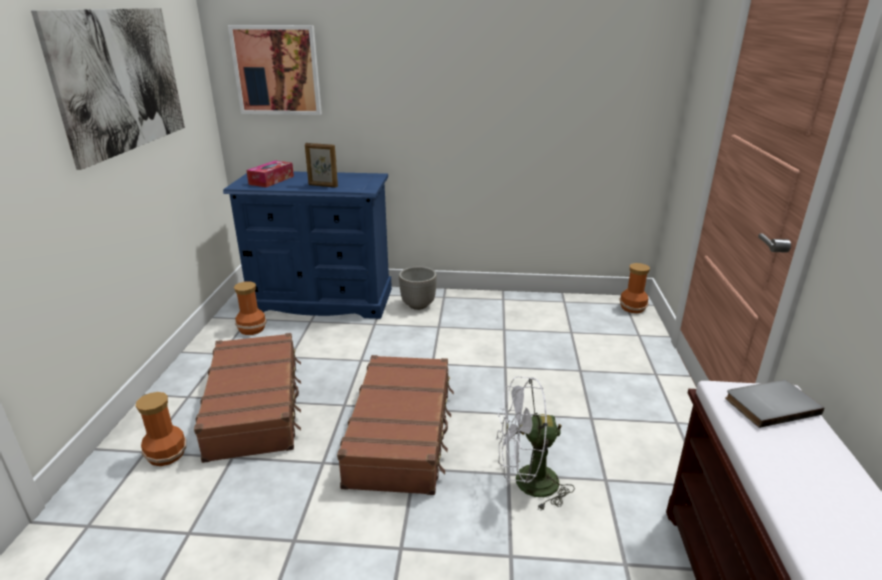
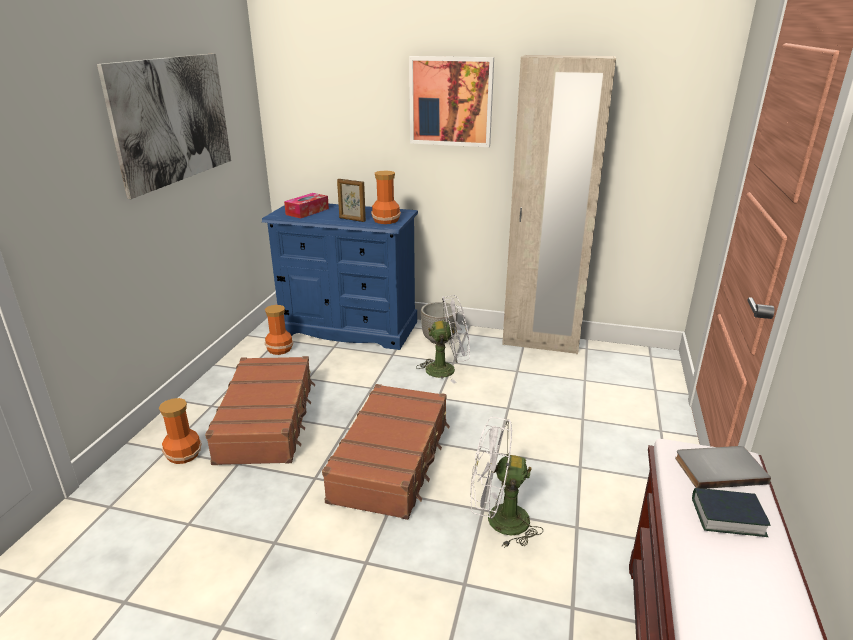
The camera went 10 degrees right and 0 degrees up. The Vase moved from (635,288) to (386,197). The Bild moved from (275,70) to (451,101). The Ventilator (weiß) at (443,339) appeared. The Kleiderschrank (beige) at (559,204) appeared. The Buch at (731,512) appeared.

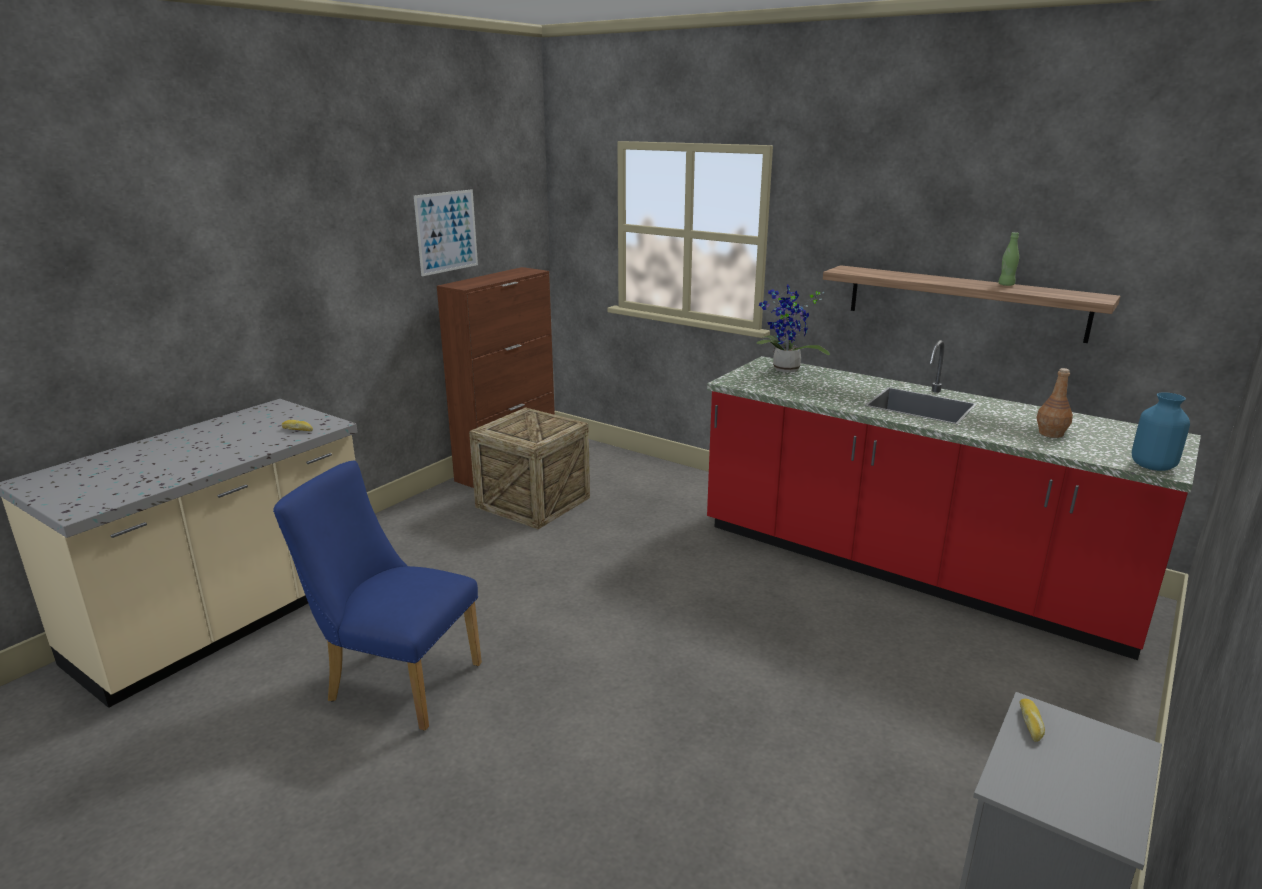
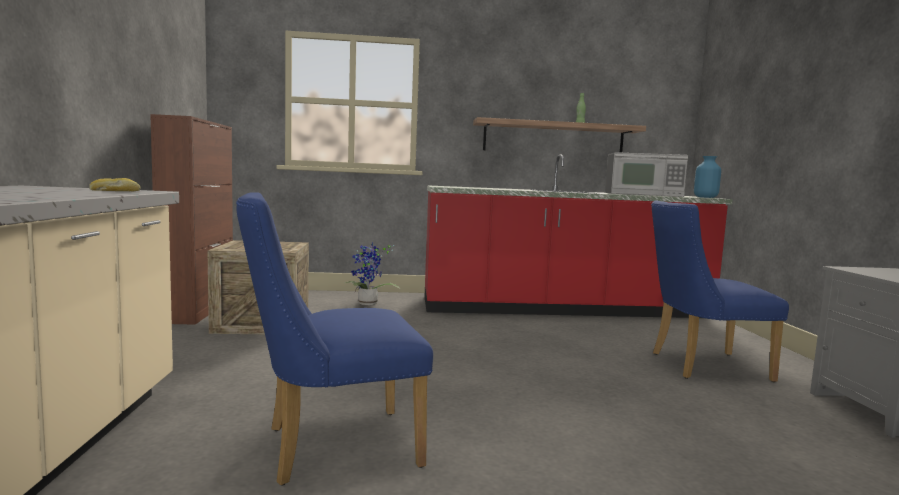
The camera went 40 degrees left and 15 degrees down. The Topfpflanze moved from (793,328) to (372,273). The Flasche (braun) at (1054,403) was replaced by the Mikrowelle at (646,174). The Stuhl (blau) at (720,291) appeared. The Bild at (446,232) disappeared. The Brot at (1032,720) disappeared.

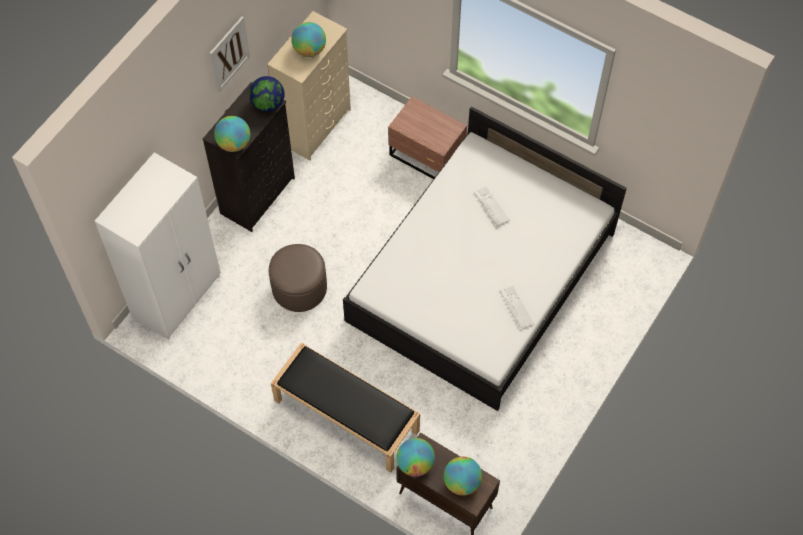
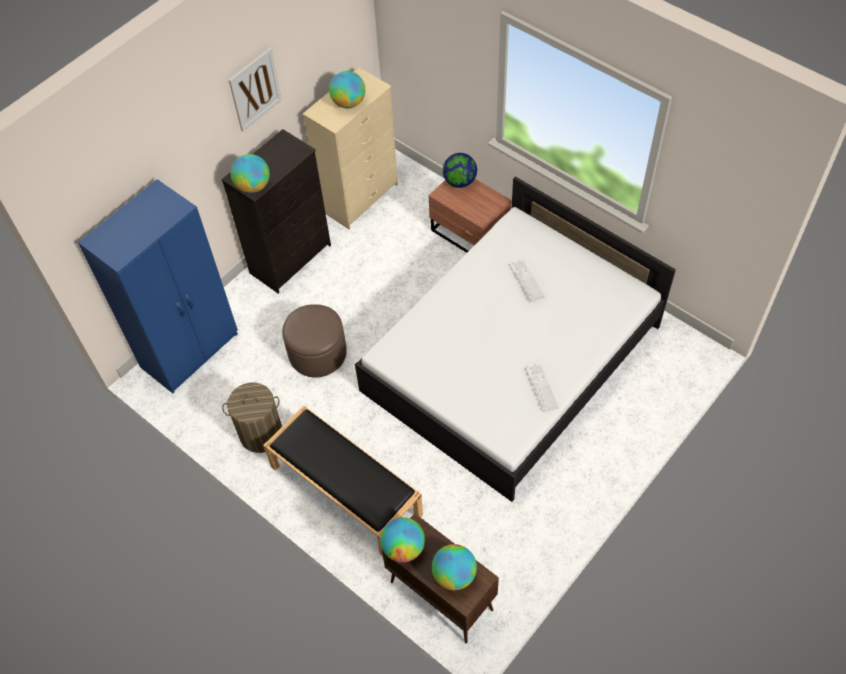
The camera went 10 degrees right and 5 degrees down. The Kleiderschrank (weiß) at (158,246) became the Kleiderschrank (blau) at (158,286). The Wäschekorb at (252,418) appeared. The Globus moved from (267,94) to (460,170).

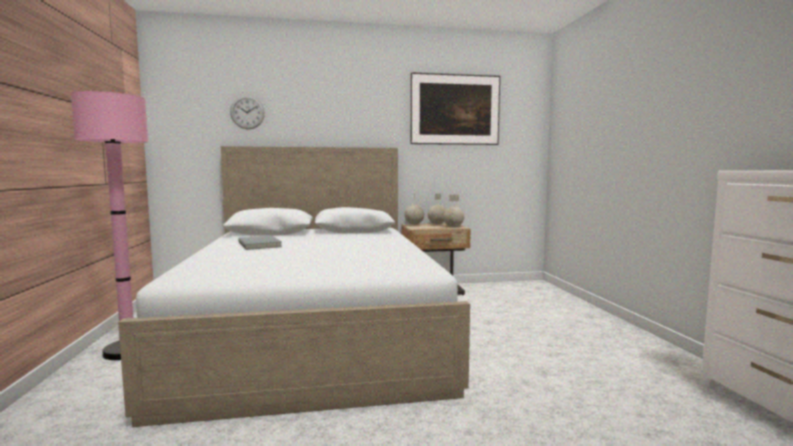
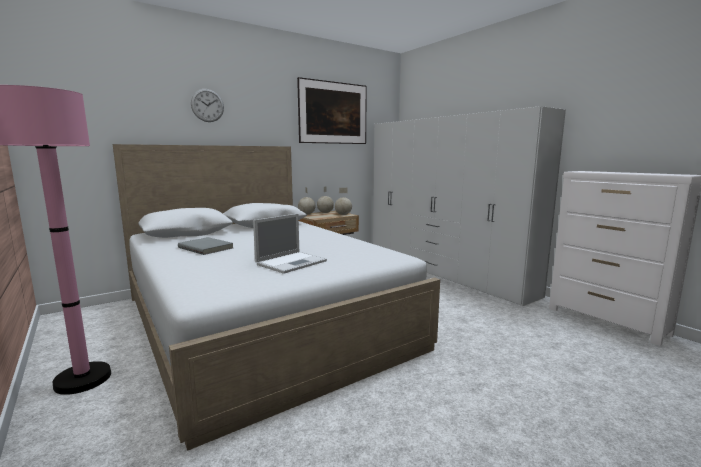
The camera went 25 degrees left and 5 degrees up. The Wanduhr moved from (247,112) to (207,105). The Laptop at (290,243) appeared. The Kleiderschrank (weiß) at (469,206) appeared.

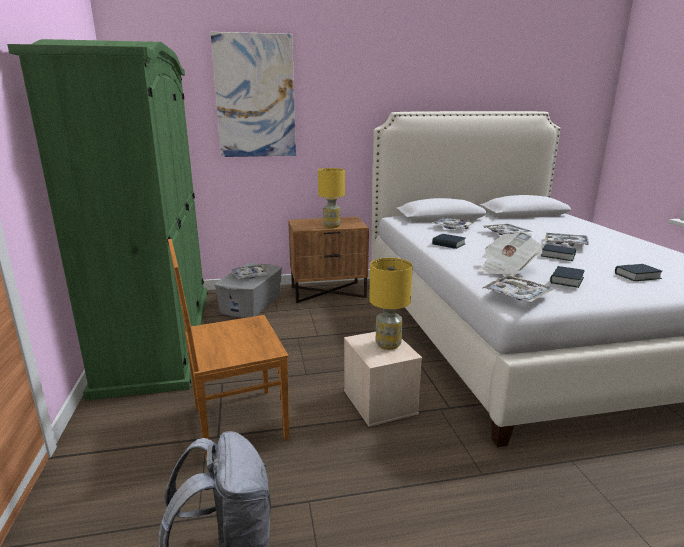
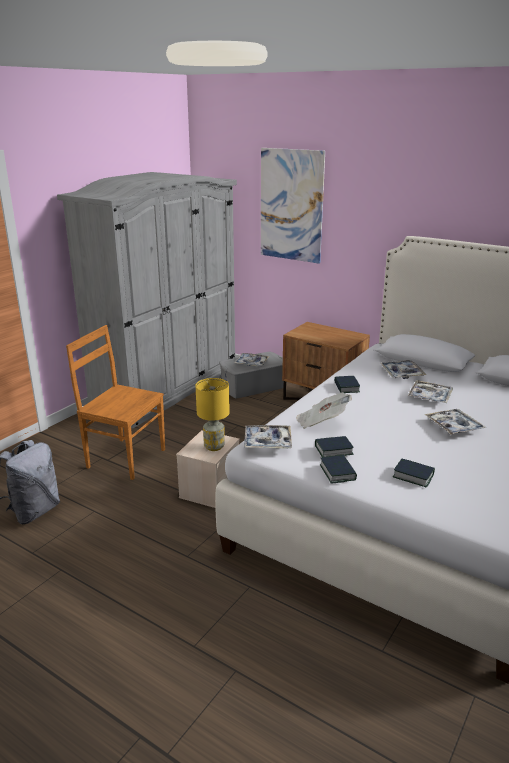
The camera went 45 degrees right and 5 degrees up. The Kleiderschrank (grün) at (107,220) became the Kleiderschrank (grau) at (147,300). The Buch moved from (558,252) to (338,469). The Tischlampe (gelb) at (331,198) disappeared.

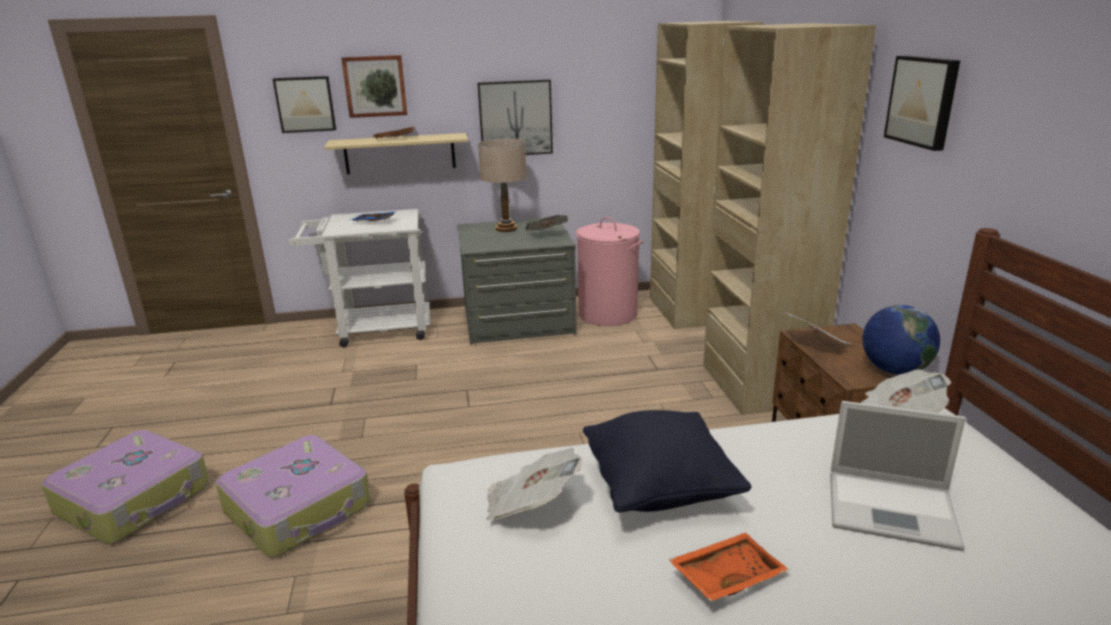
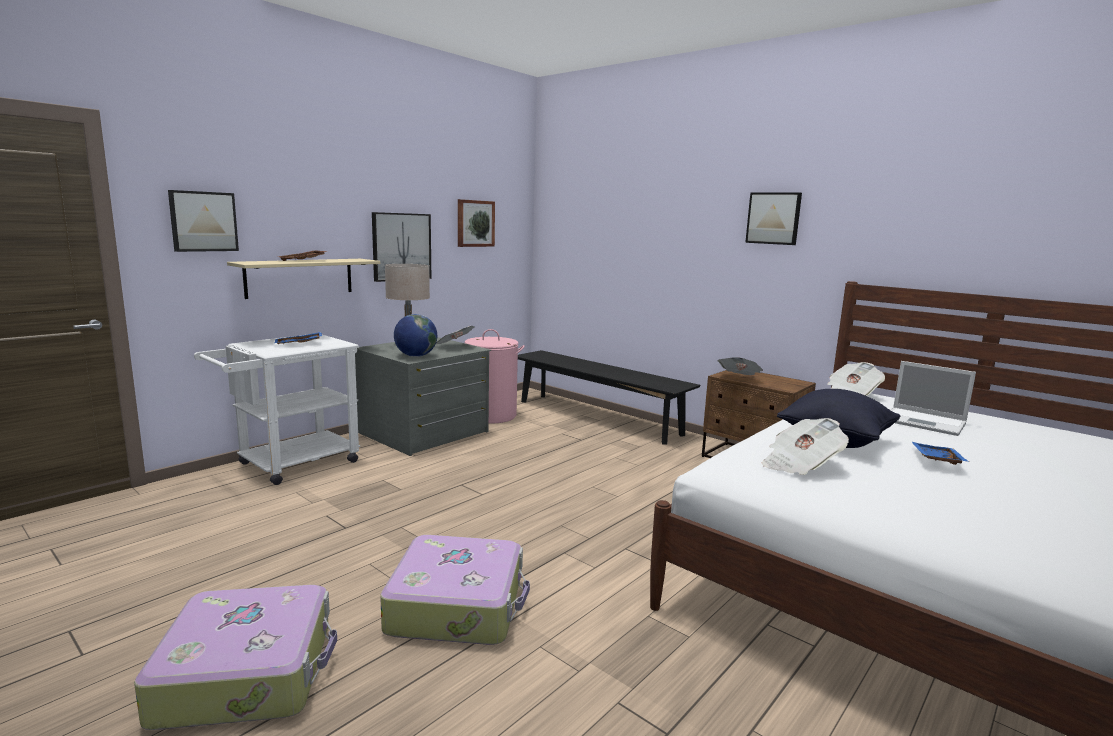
The camera went 40 degrees left and 10 degrees down. The Globus moved from (901,340) to (415,335). The Bild moved from (374,86) to (476,223). The Kleiderschrank (beige) at (763,218) was replaced by the Bank (schwarz) at (609,397). The Laptop at (898,476) turned 60 degrees clockwise. The Tablett (orange) at (729,567) became the Tablett (blau) at (940,453).

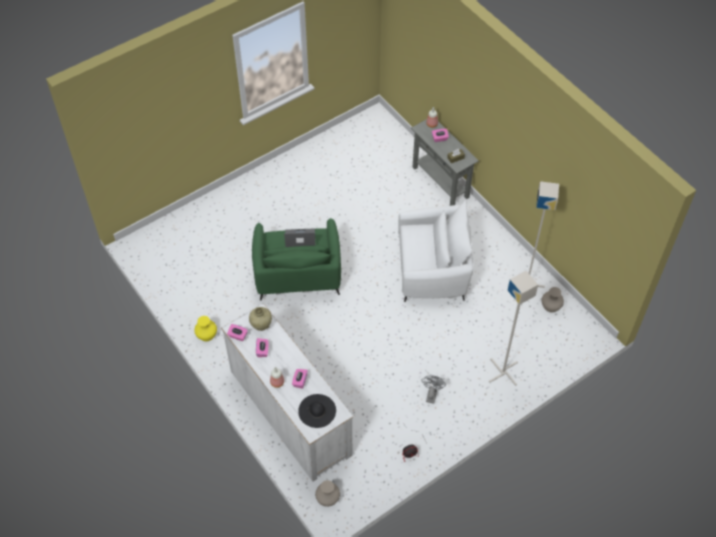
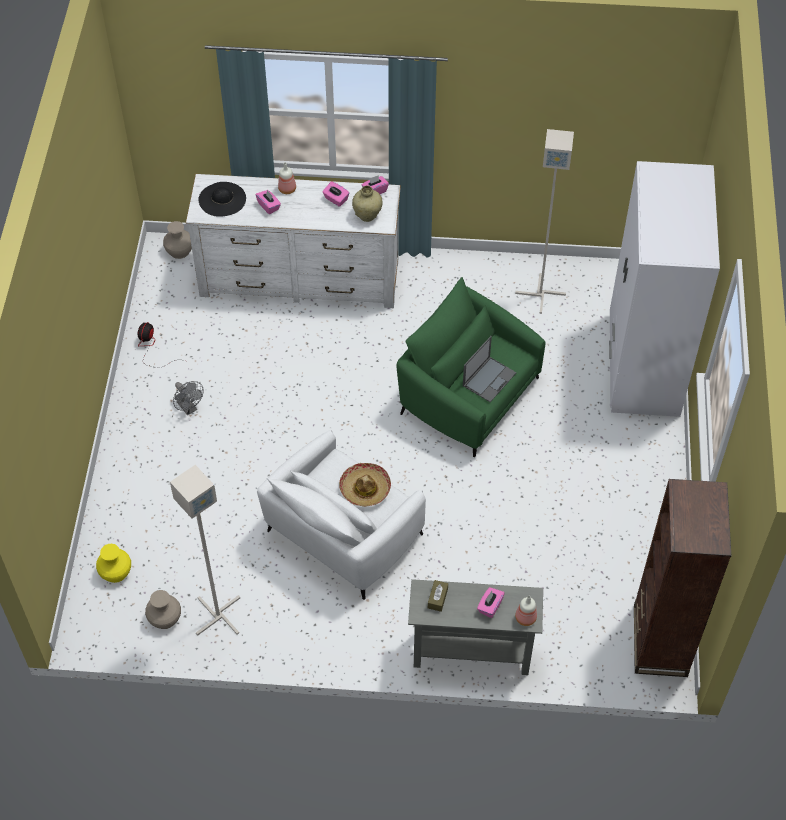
The camera went 130 degrees right and 0 degrees up. The Vase (gelb) moved from (205,328) to (113,563). The Hut at (365,485) appeared. The Stehlampe (grau) moved from (513,328) to (544,221). The Kleiderschrank (weiß) at (664,289) appeared. The Bücherregal (braun) at (682,578) appeared.

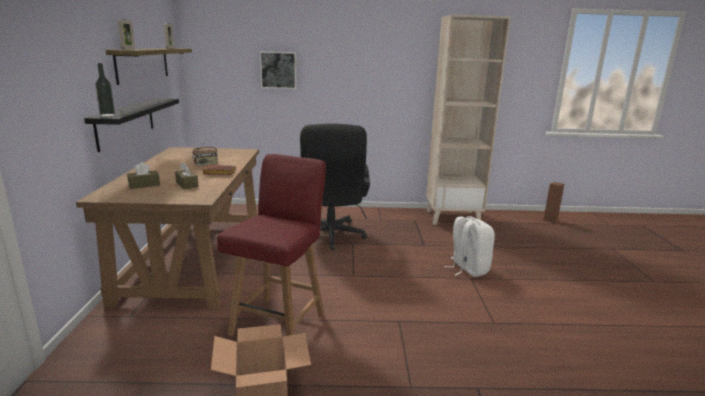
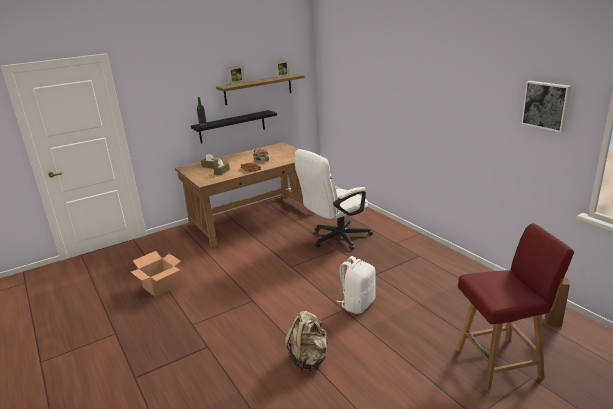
The camera went 60 degrees right and 5 degrees up. The Rucksack (beige) at (306,341) appeared. The Bürostuhl (schwarz) at (335,187) became the Bürostuhl (weiß) at (333,199). The Stuhl (rot) moved from (271,245) to (515,307). The Bild moved from (278,70) to (546,106). The Bücherregal (beige) at (468,120) disappeared.

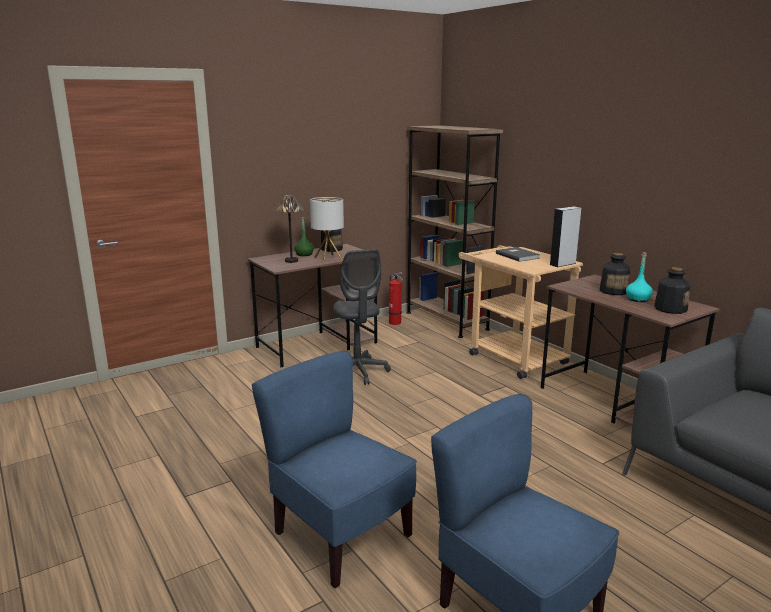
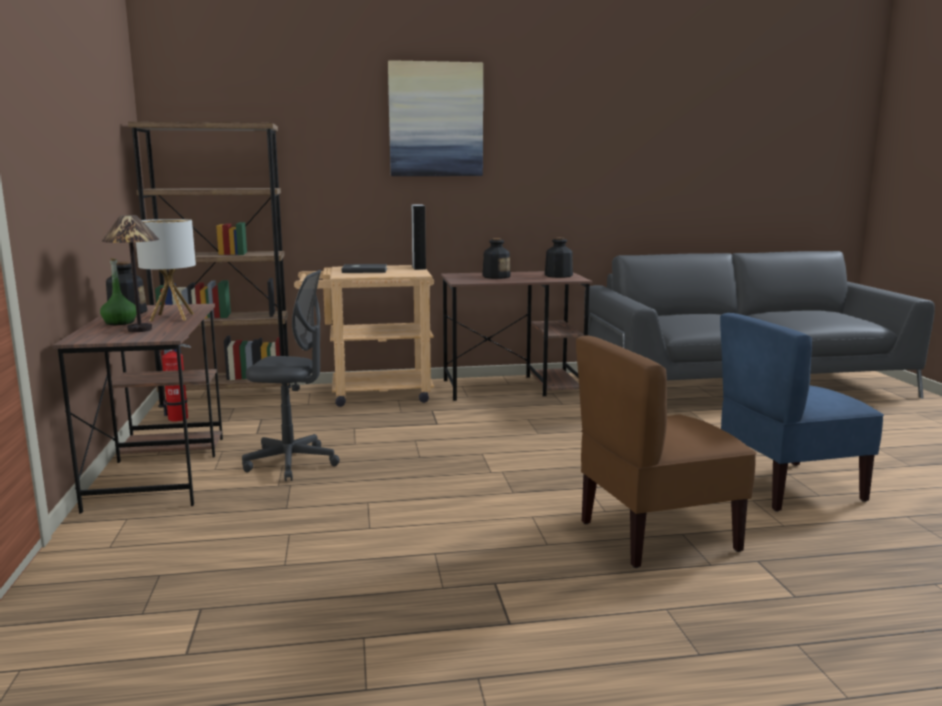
The camera went 65 degrees left and 5 degrees down. The Bild at (435,118) appeared. The Stuhl (blau) at (334,469) became the Stuhl (braun) at (666,451). The Flasche (türkis) at (639,277) disappeared.

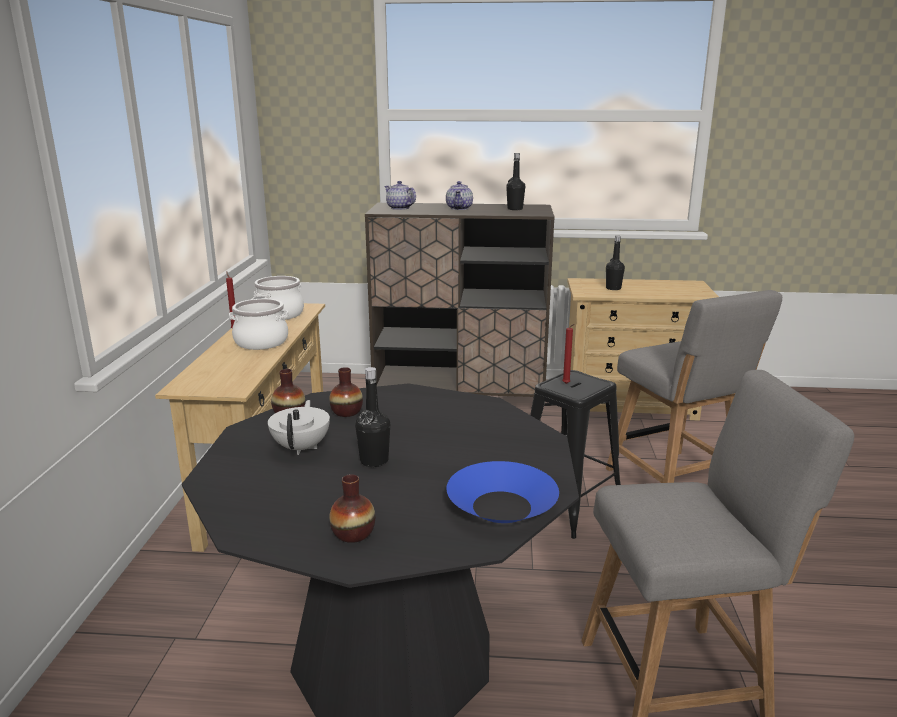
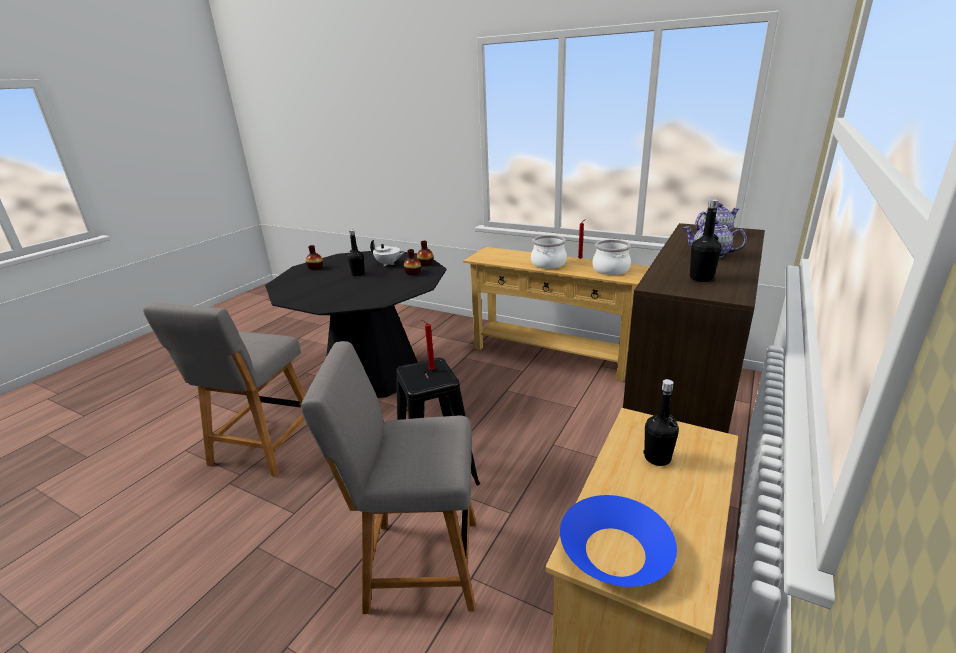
The camera went 115 degrees right and 5 degrees up. The Schüssel (blau) moved from (503,492) to (618,541).

